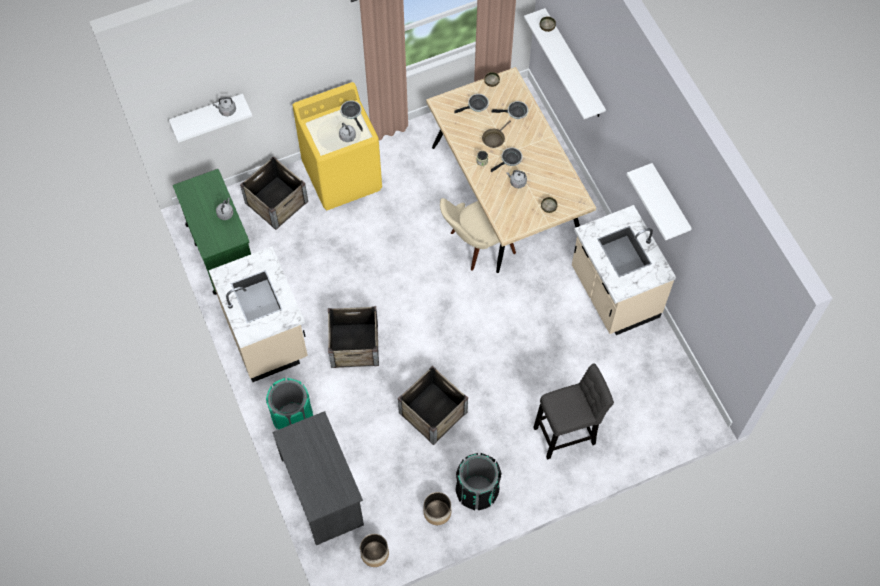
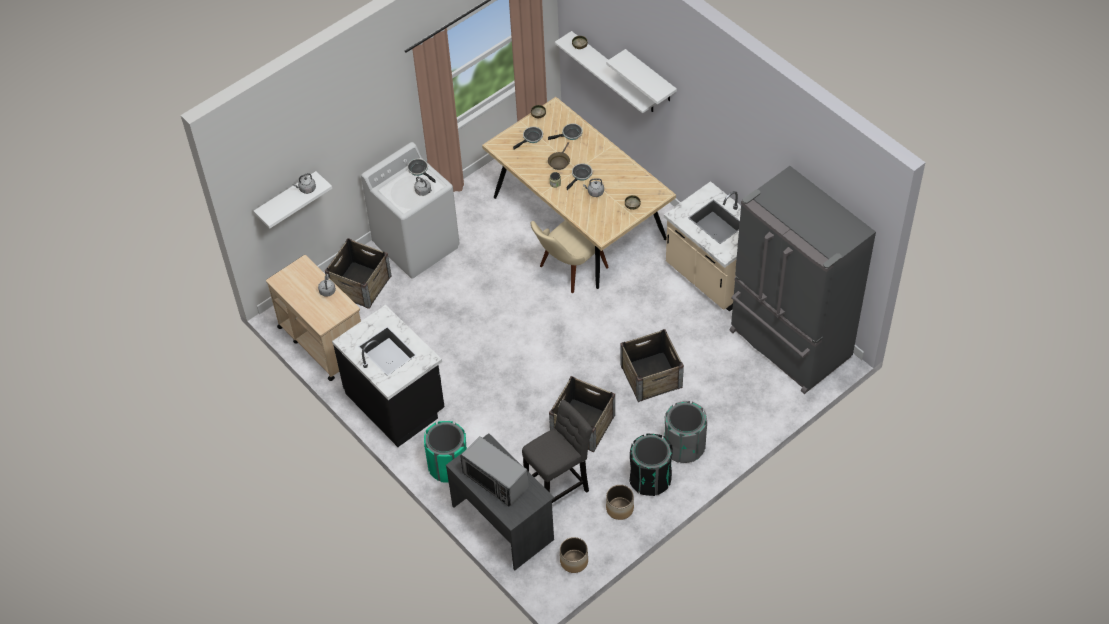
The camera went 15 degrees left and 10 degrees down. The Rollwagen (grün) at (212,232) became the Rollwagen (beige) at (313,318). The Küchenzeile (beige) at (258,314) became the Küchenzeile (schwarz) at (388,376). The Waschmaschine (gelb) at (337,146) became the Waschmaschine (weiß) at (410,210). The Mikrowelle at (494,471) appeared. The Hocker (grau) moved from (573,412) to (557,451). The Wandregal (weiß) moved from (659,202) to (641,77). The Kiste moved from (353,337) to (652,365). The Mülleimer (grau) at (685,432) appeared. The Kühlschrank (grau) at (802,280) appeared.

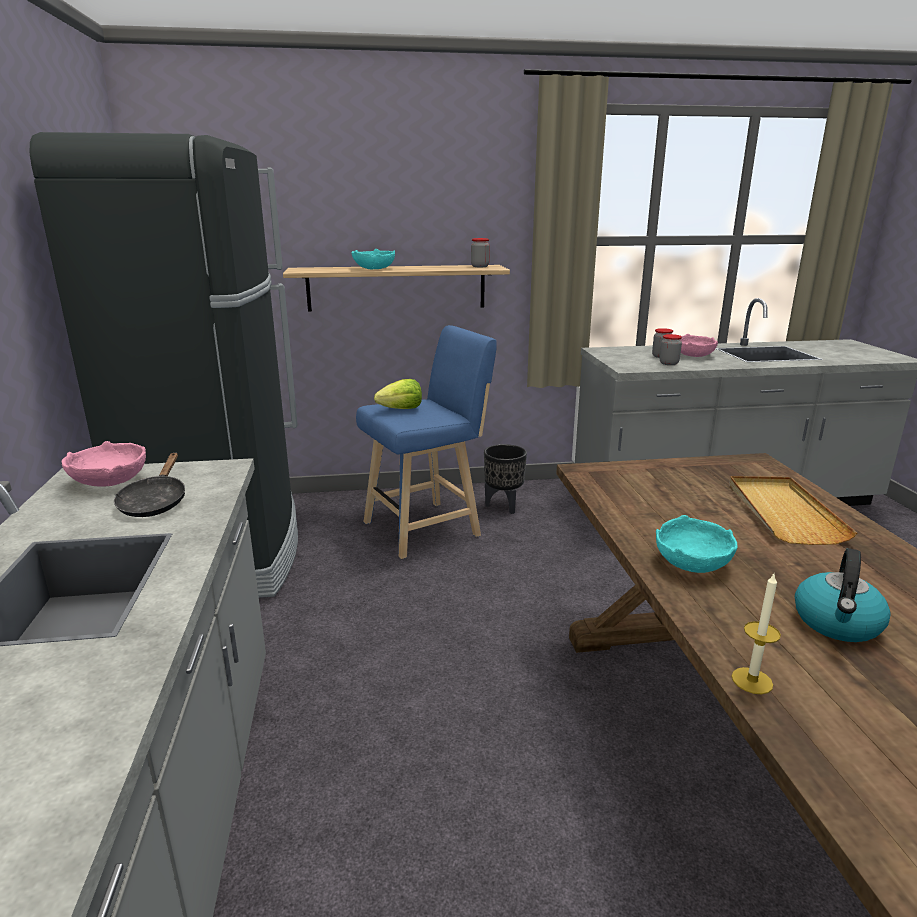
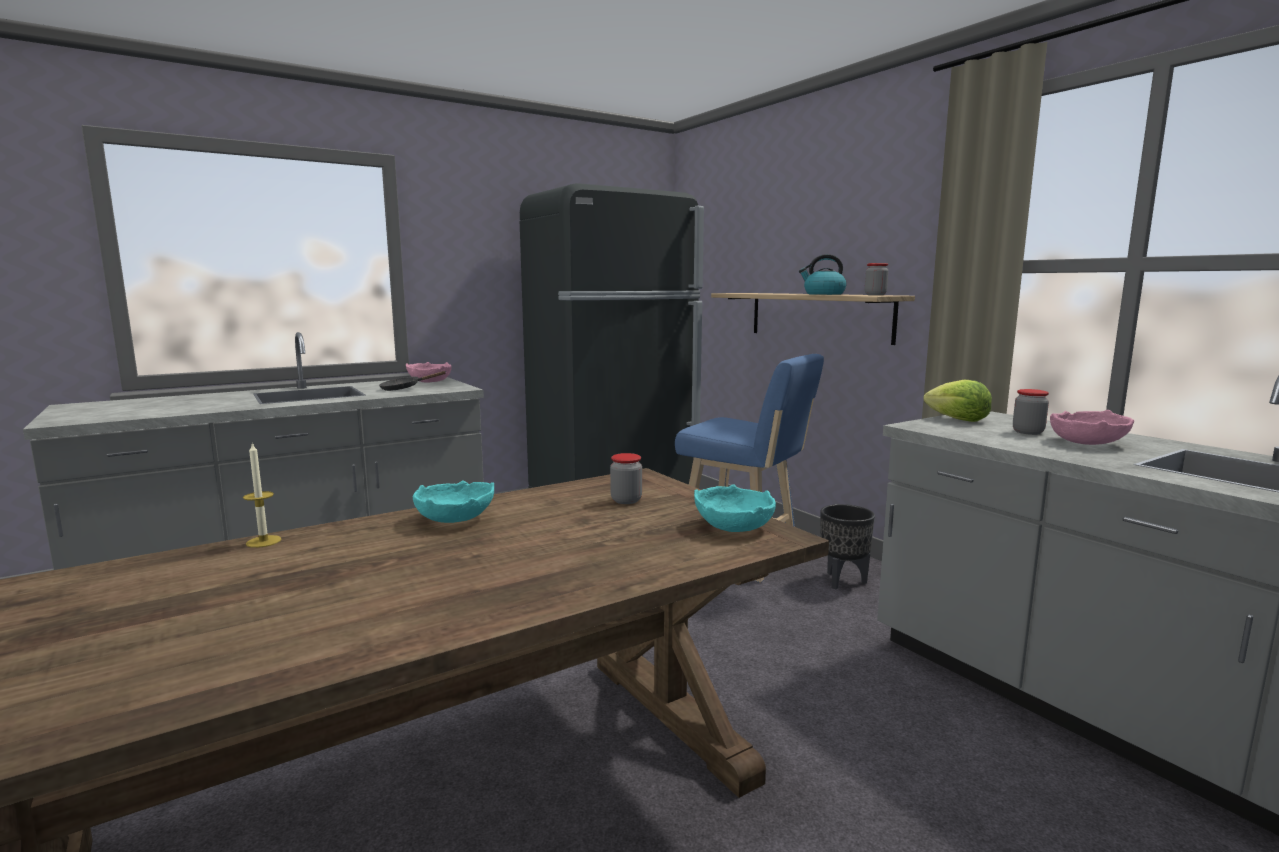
The camera went 65 degrees right and 10 degrees down. The Vorratsglas moved from (671,349) to (626,478). The Schüssel (türkis) moved from (373,259) to (735,508). The Wasserkessel moved from (843,595) to (823,274). The Salatkopf moved from (398,394) to (957,401). The Tablett (beige) at (793,510) disappeared.

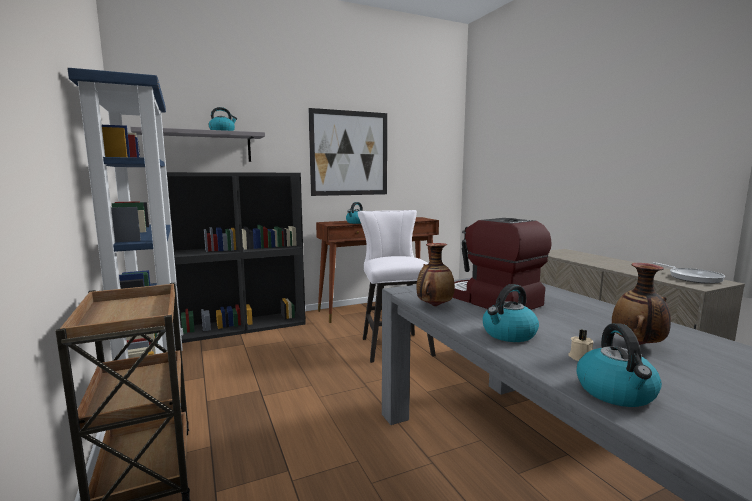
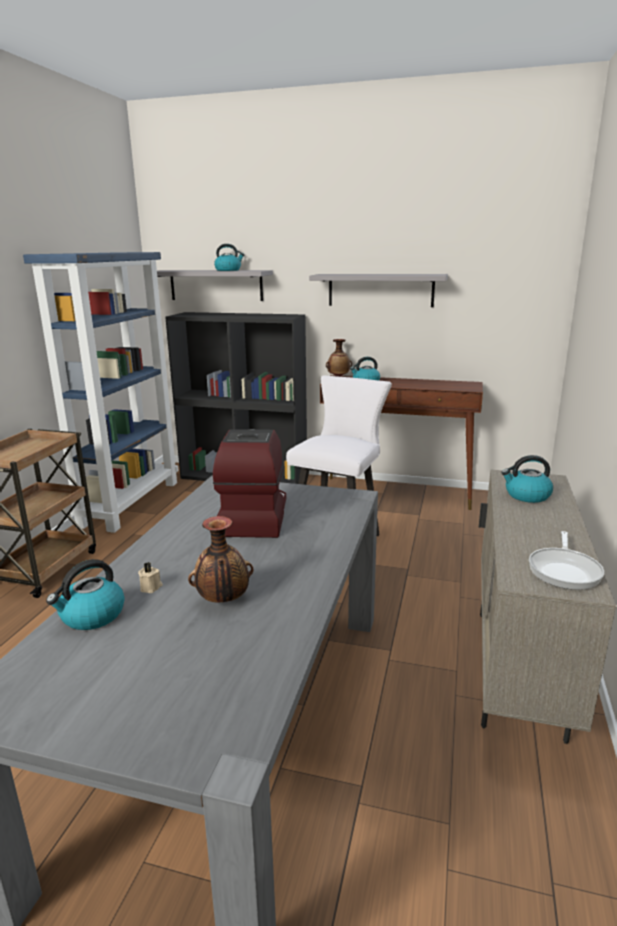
The camera went 40 degrees right and 10 degrees up. The Bild at (347,152) was replaced by the Wandregal (grau) at (378,290). The Vase moved from (435,274) to (339,358). The Wasserkessel moved from (511,313) to (527,479).

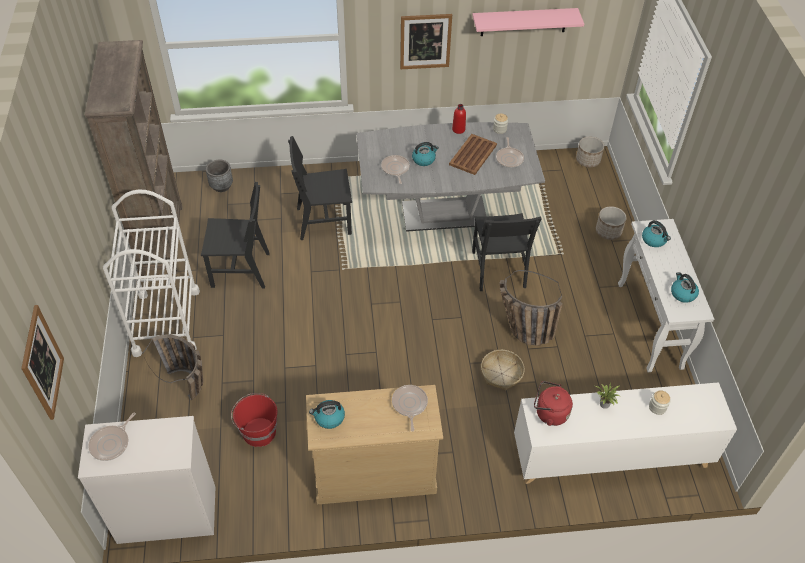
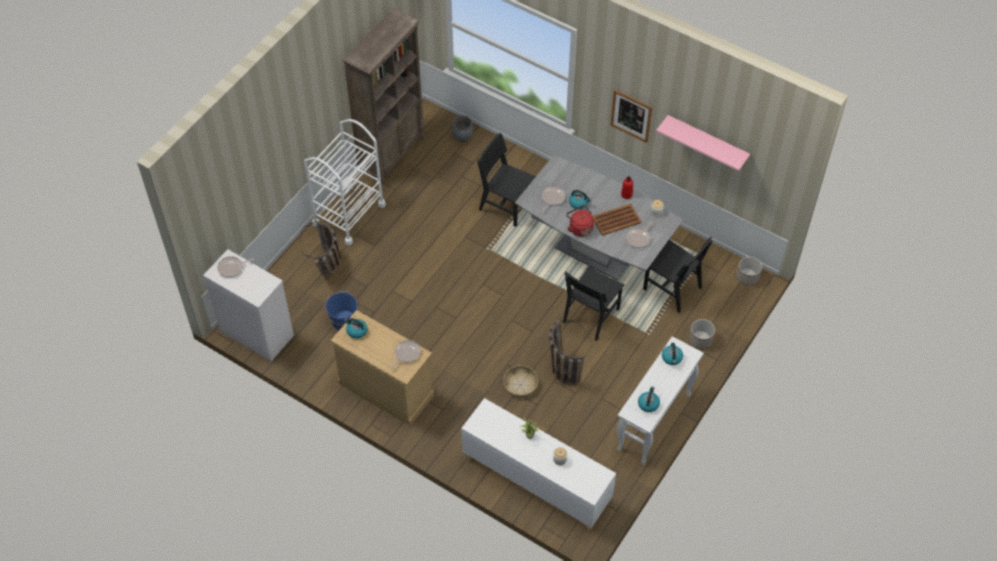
The camera went 40 degrees right and 5 degrees up. The Eimer (rot) at (254,420) became the Eimer (blau) at (341,310). The Wasserkessel (rot) moved from (553,403) to (580,221). The Stuhl (schwarz) moved from (235,235) to (677,274). The Bild at (42,362) disappeared.

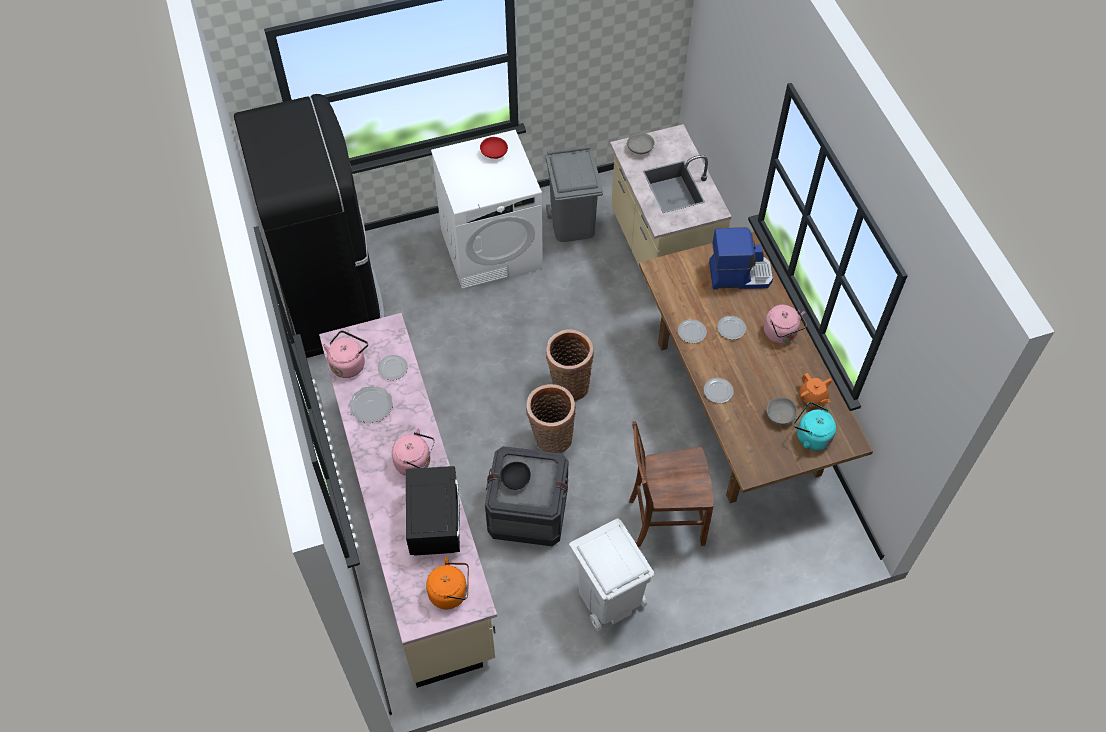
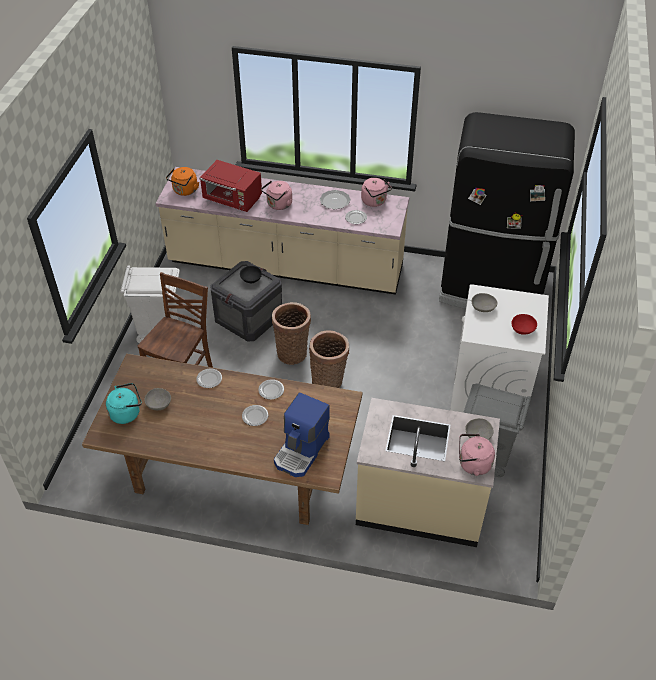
The camera went 120 degrees right and 10 degrees down. The Mikrowelle (schwarz) at (433,510) became the Mikrowelle (rot) at (231,186). The Wasserkessel (rosa) moved from (785,324) to (477,455). The Schüssel (grau) at (484,302) appeared. The Teekanne (orange) at (815,390) disappeared.

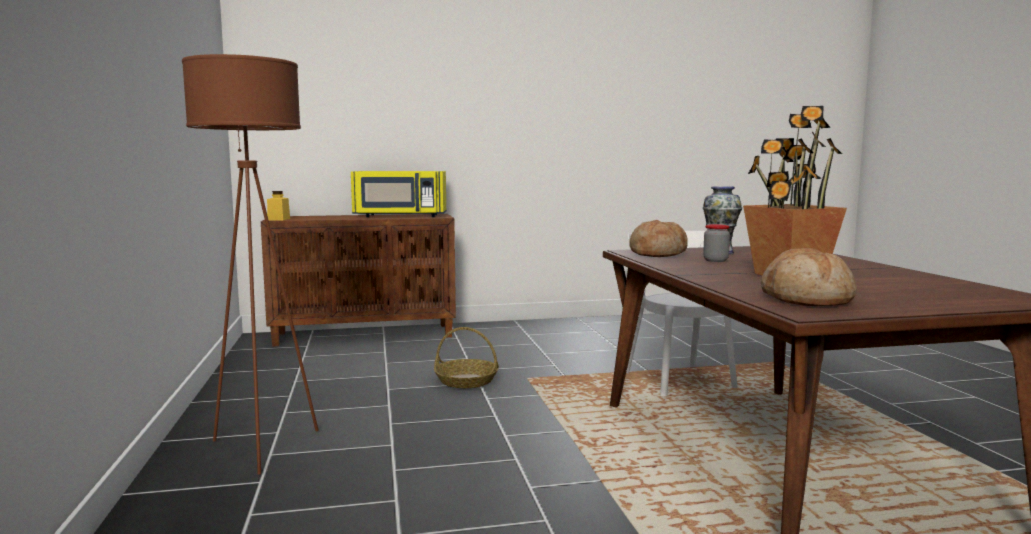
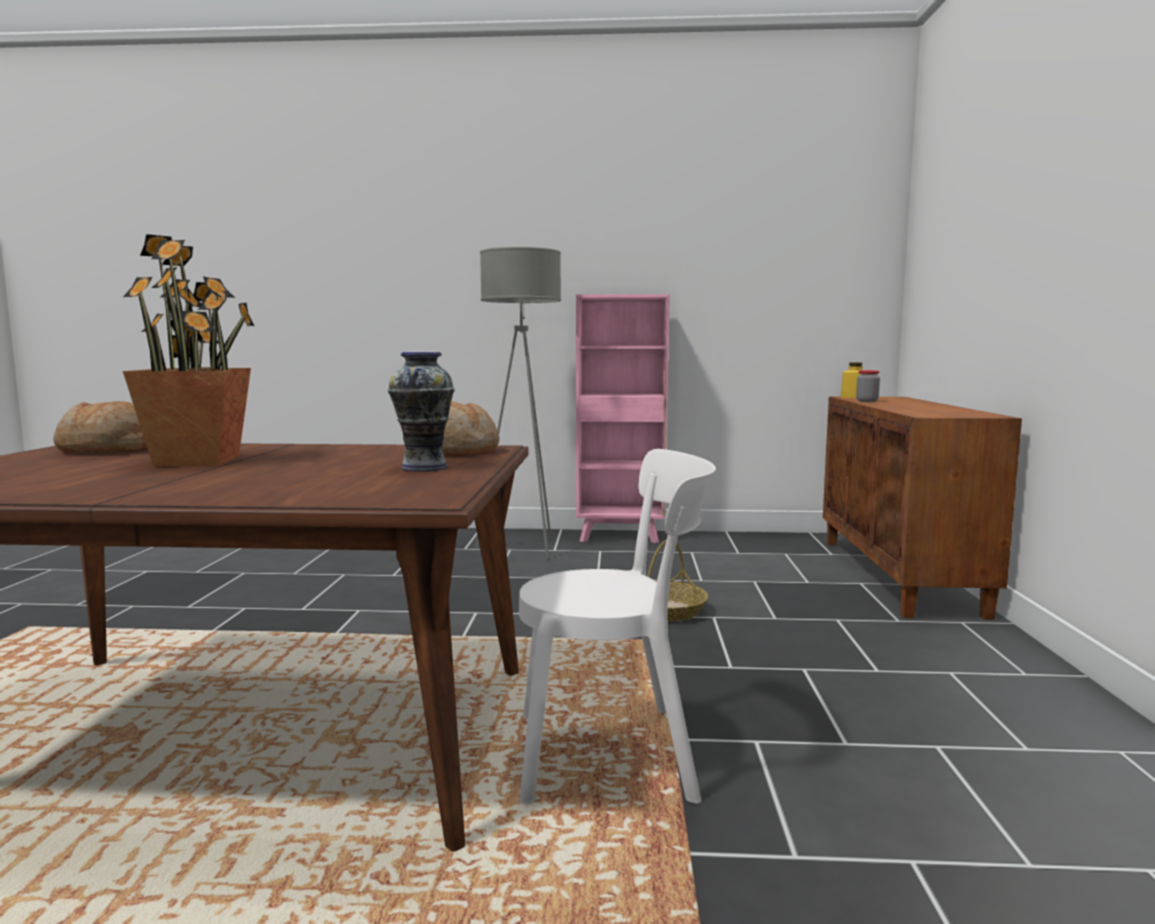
The camera went 105 degrees right and 0 degrees up. The Stehlampe (braun) at (250,264) became the Stehlampe (grau) at (518,403). The Bücherregal (rosa) at (623,418) appeared. The Vorratsglas moved from (716,243) to (868,386). The Mikrowelle (gelb) at (398,194) disappeared.

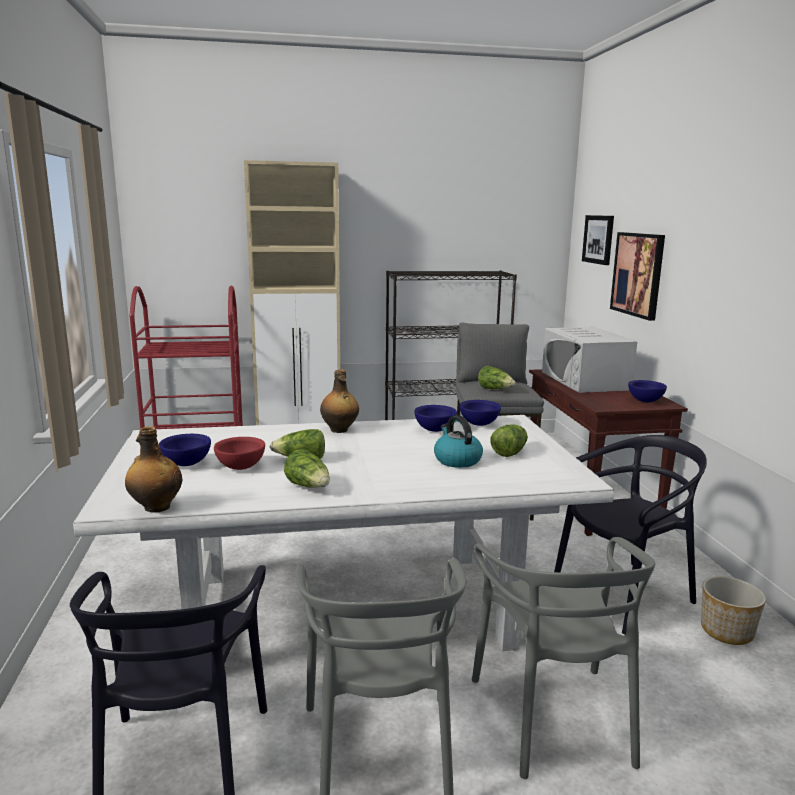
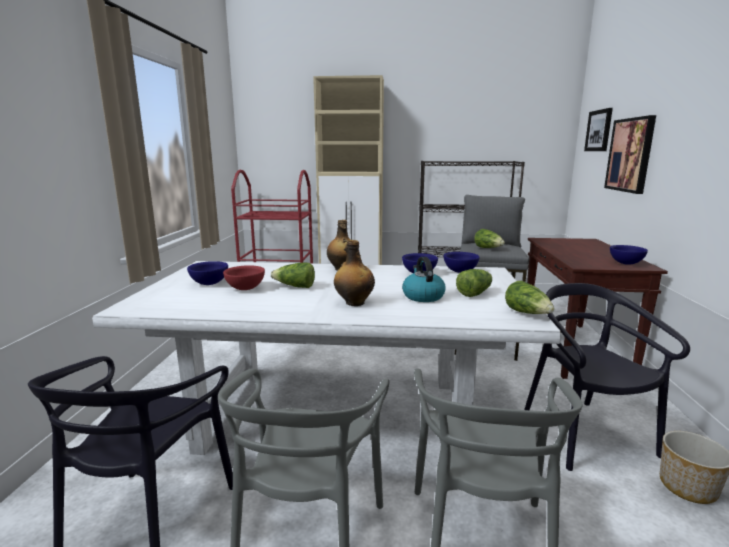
The camera went 15 degrees right and 0 degrees up. The Flasche moved from (153,469) to (354,273). The Salatkopf moved from (307,468) to (529,297). The Stuhl (schwarz) at (630,535) turned 90 degrees counterclockwise. The Mikrowelle (weiß) at (589,360) disappeared.

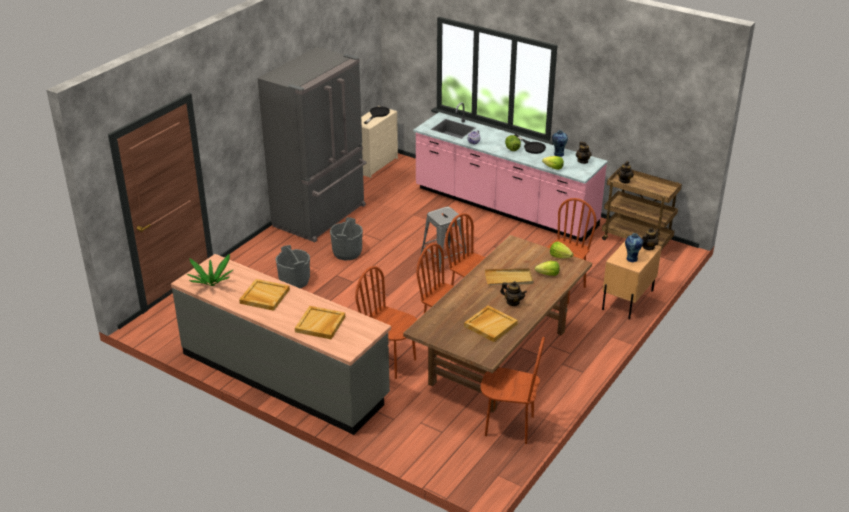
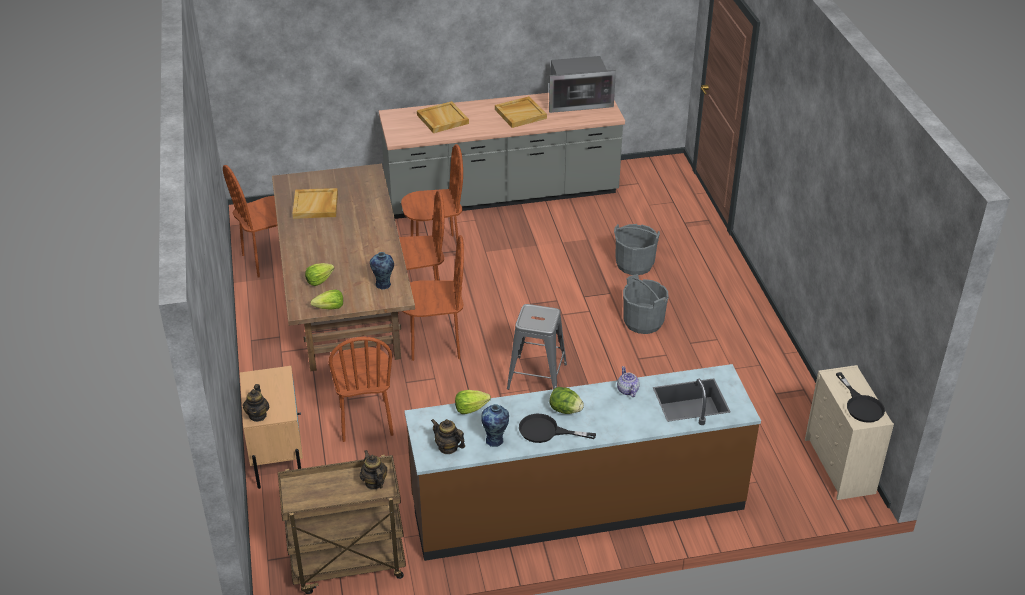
The camera went 135 degrees right and 5 degrees up. The Vase moved from (634,247) to (382,271). The Küchenzeile (rosa) at (510,172) became the Küchenzeile (braun) at (582,462). The Topfpflanze at (210,270) was replaced by the Mikrowelle at (582,84). The Kühlschrank (grau) at (312,144) disappeared. The Tablett (beige) at (509,276) disappeared. The Teekanne at (513,293) disappeared.

